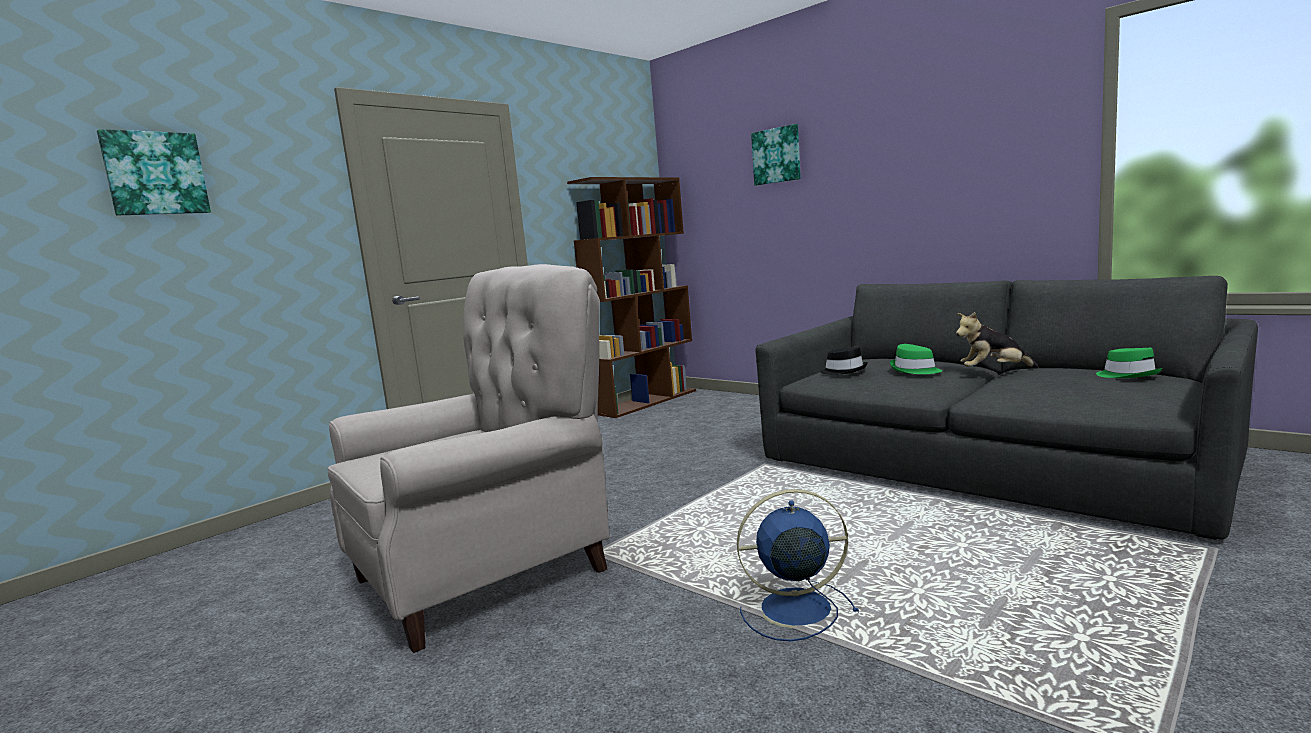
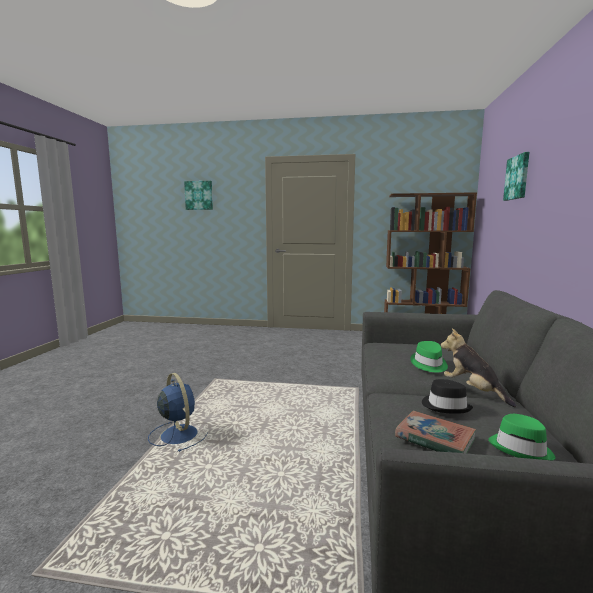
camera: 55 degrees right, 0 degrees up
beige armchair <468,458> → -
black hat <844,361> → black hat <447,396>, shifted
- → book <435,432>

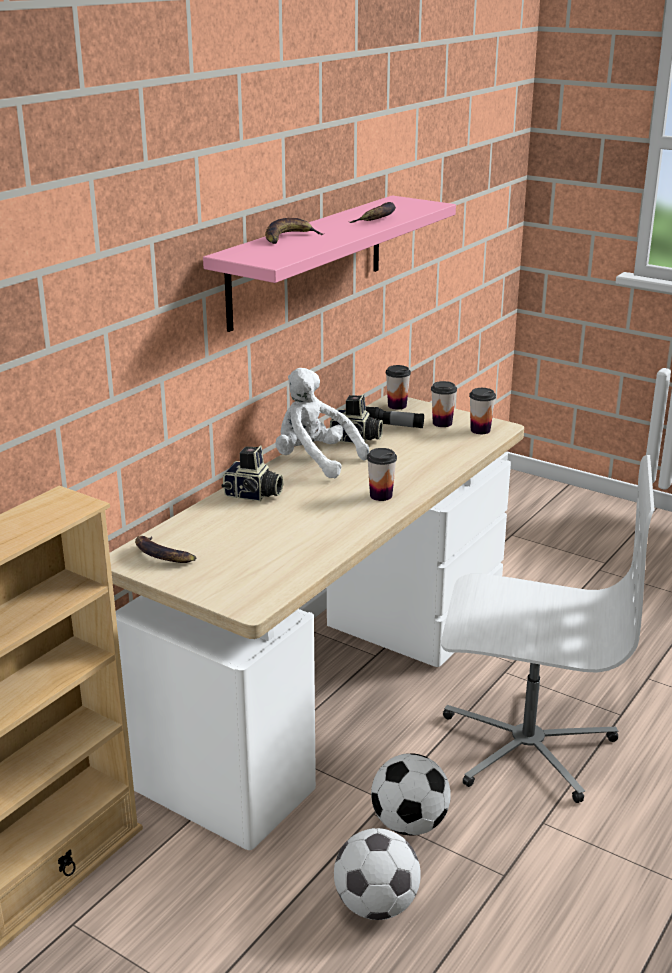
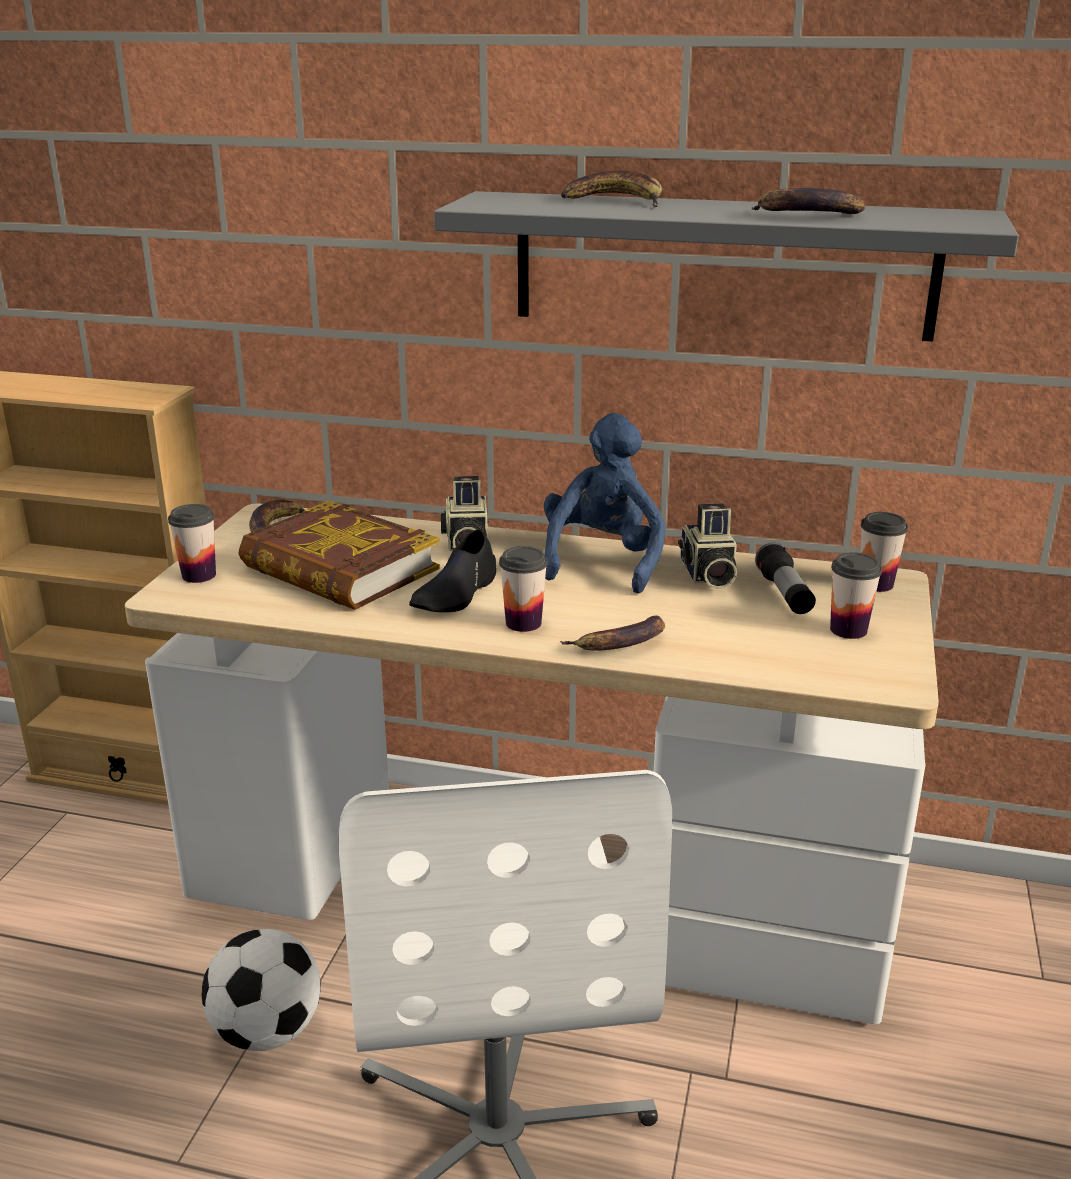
camera: 70 degrees right, 0 degrees up
pink shelf <329,263> → grey shelf <726,266>
white plush toy <322,423> → blue plush toy <604,503>
cup <482,411> → cup <192,543>, shifted
football <377,874> → -
- → book <339,555>
- → black shoe <452,570>
- → banana <612,633>

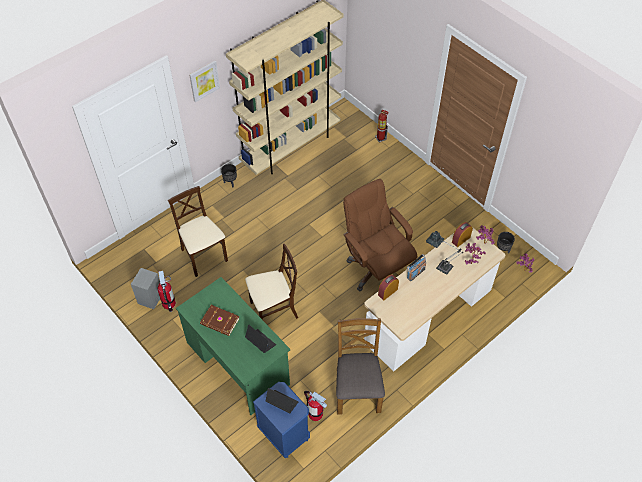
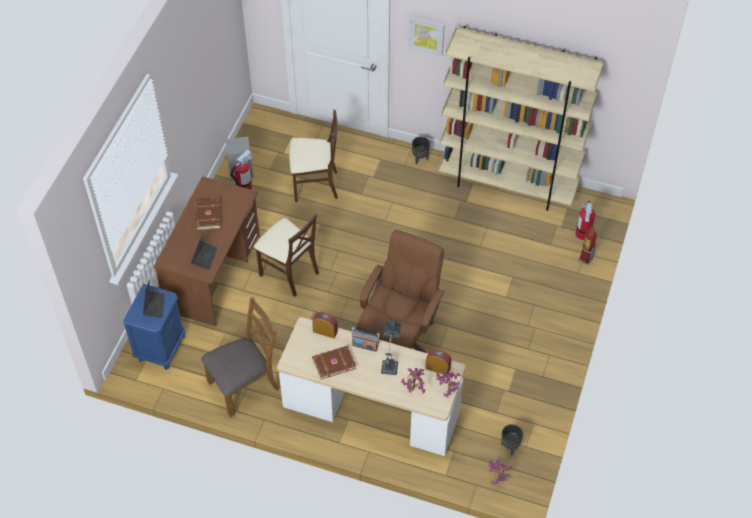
camera: 60 degrees right, 0 degrees up
beige chair <198,231> → beige chair <313,156>, 60 degrees clockwise
green desk <233,346> → brown desk <206,251>
fire extinguisher <315,406> → fire extinguisher <585,220>, shifted
- → brown book <334,363>

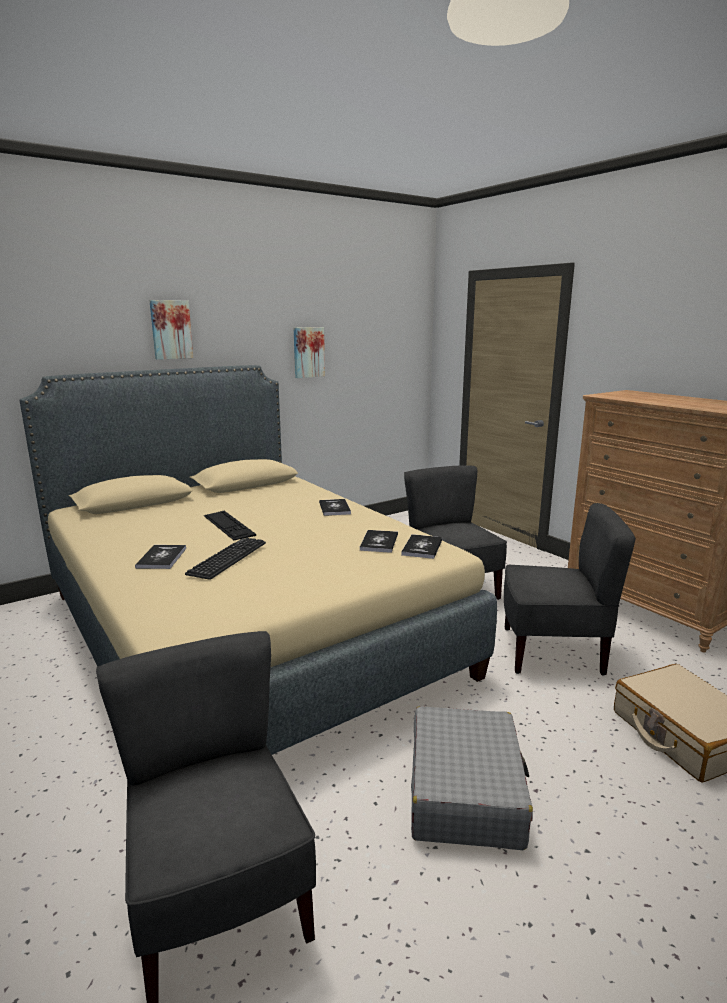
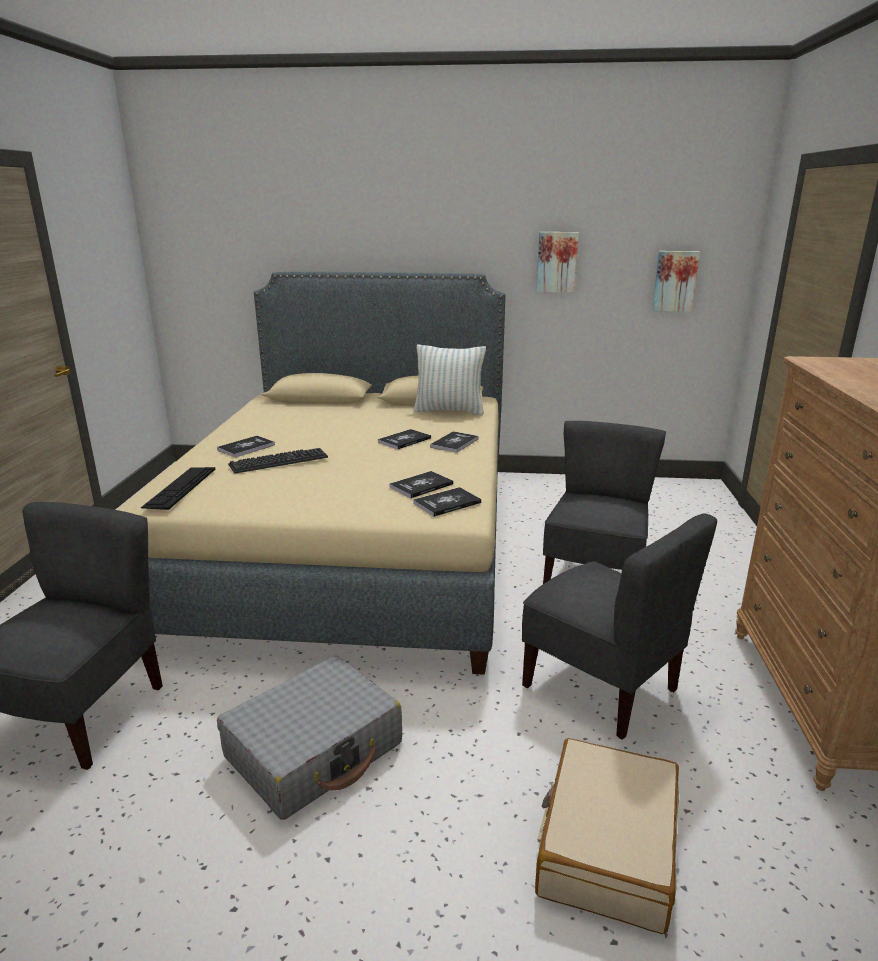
camera: 40 degrees right, 5 degrees up
picture <171,330> → picture <676,281>, shifted
keyboard <230,525> → keyboard <178,488>, shifted
- → pillow <450,380>
- → book <404,439>

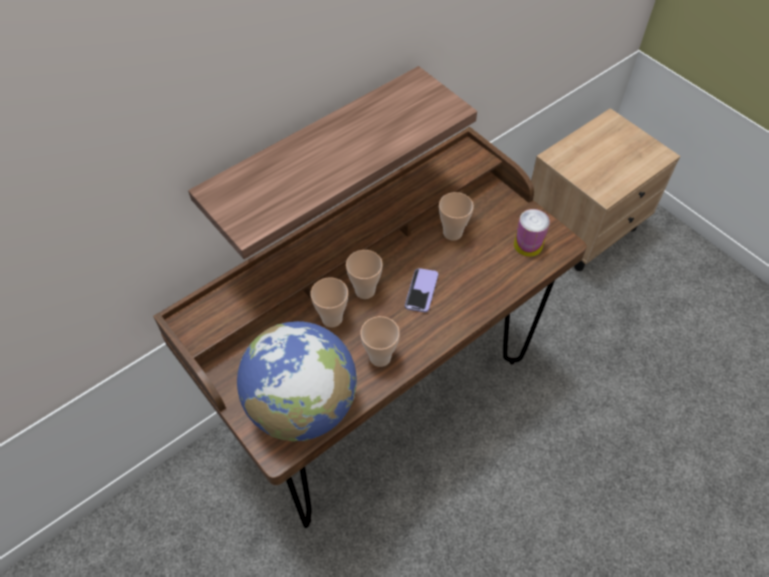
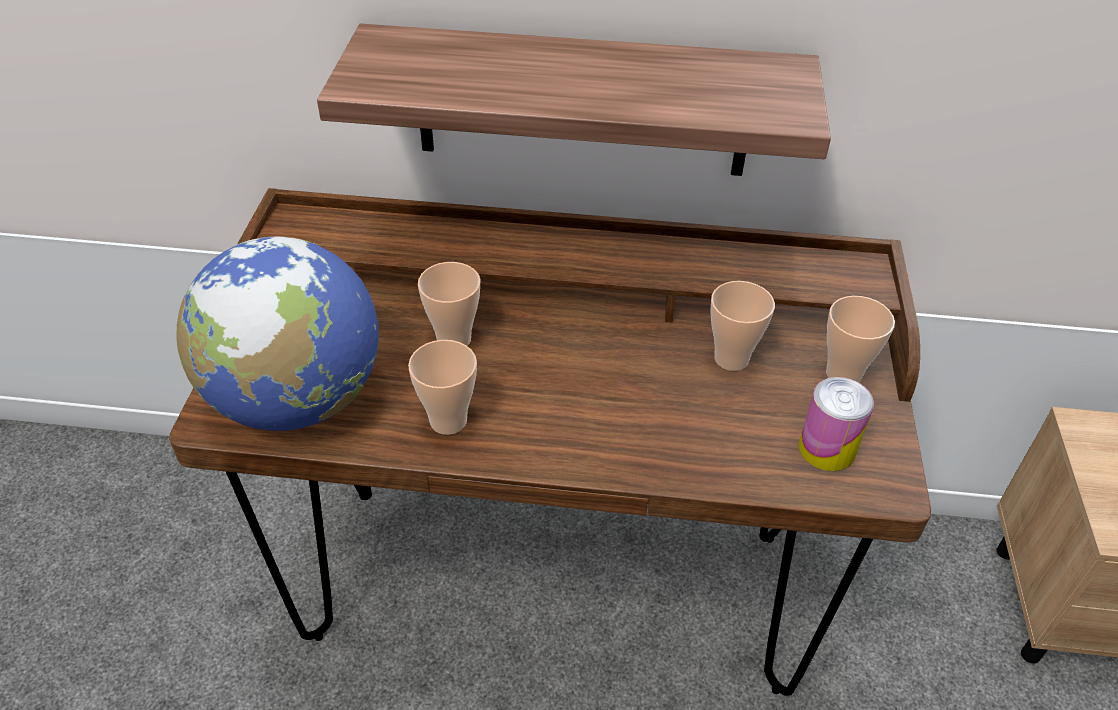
camera: 45 degrees right, 10 degrees down
cup <364,274> → cup <860,339>, shifted
phone <421,290> → -

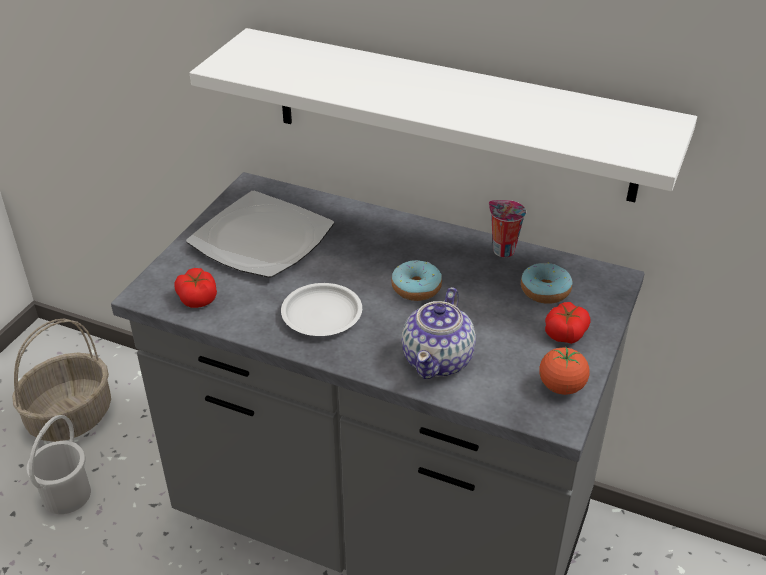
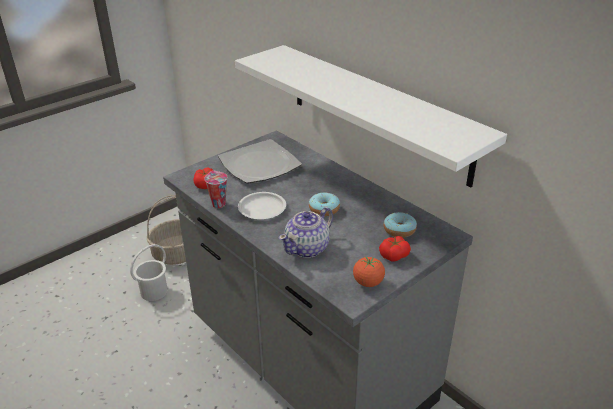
camera: 25 degrees right, 5 degrees down
cup <507,228> → cup <215,189>, shifted

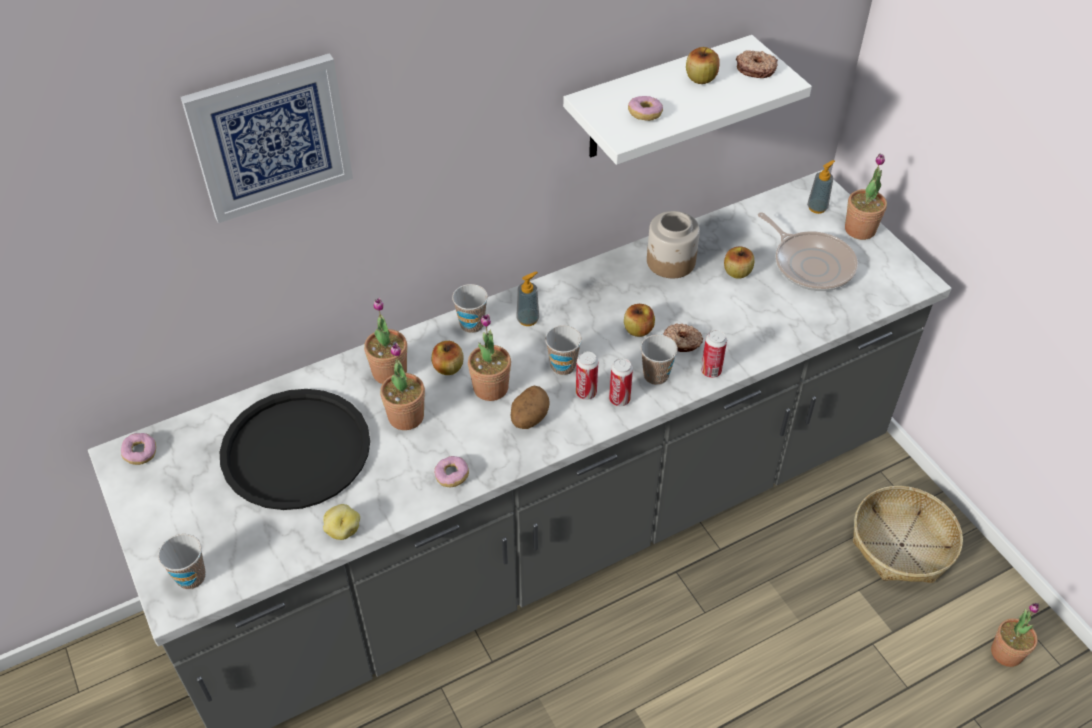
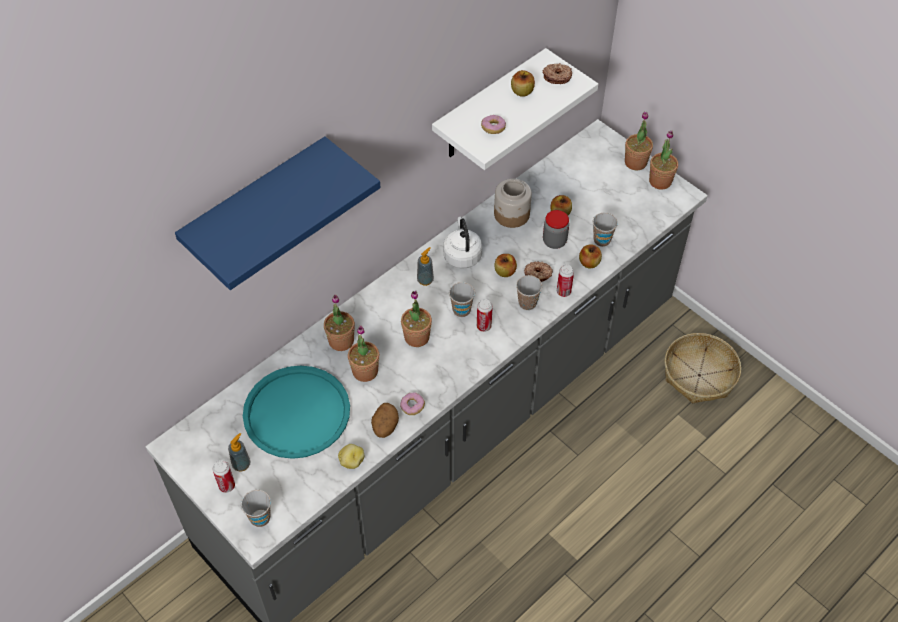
camera: 15 degrees left, 5 degrees up
picture <267,138> → blue shelf <278,213>
soap dispenser <821,187> → soap dispenser <239,452>, shifted
frying pan <808,251> → -
cup <470,308> → cup <605,229>, shifted
apple <448,358> → apple <590,256>, shifted
can <621,382> → can <224,476>, shifted
potato <530,407> → potato <385,420>, shifted
black tray <295,449> → turquoise tray <296,412>
donut <138,449> → -
potted plant <1015,635> → potted plant <663,160>, shifted
- → jar <556,229>
- → white kettle <462,242>

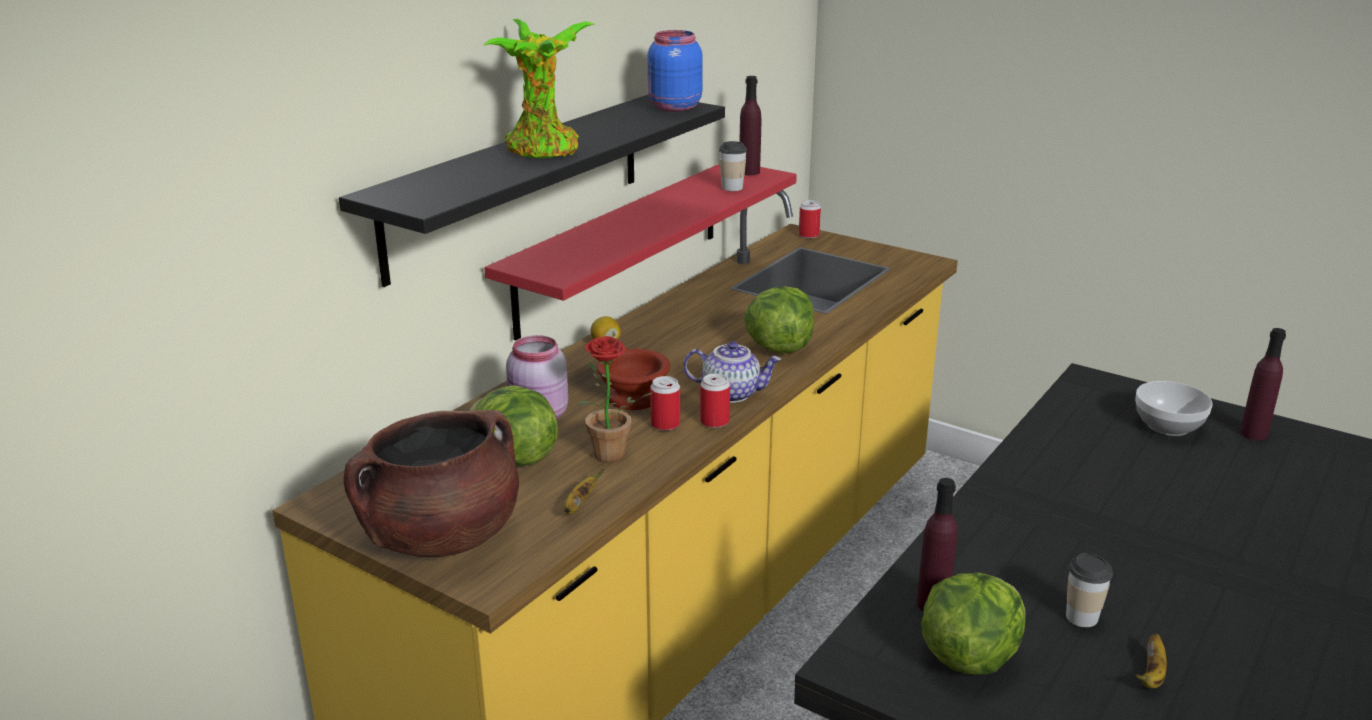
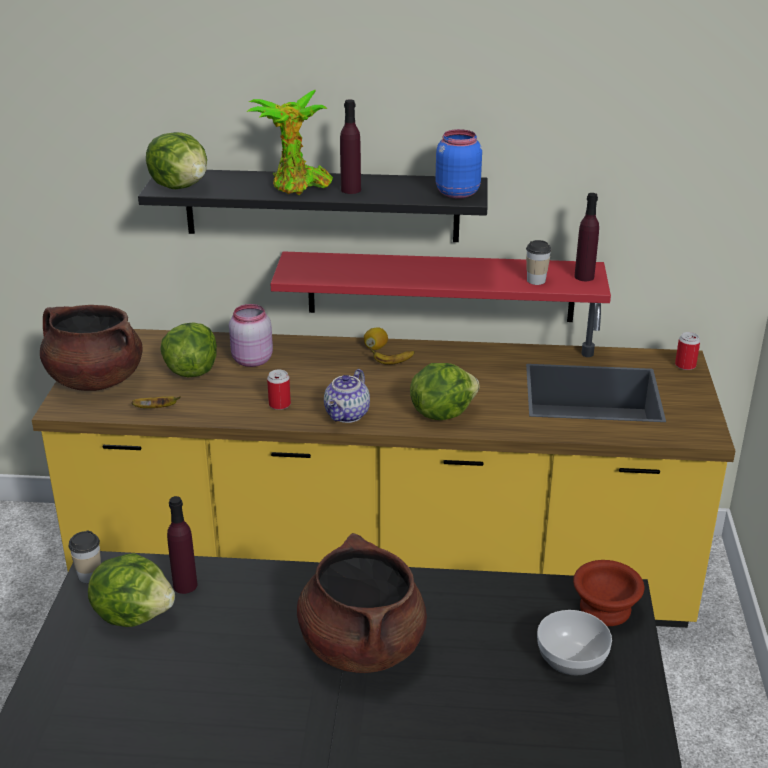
camera: 60 degrees right, 5 degrees up
purple bottle <1263,384> → purple bottle <350,147>, shifted
potted plant <615,399> → -
teapot <732,372> → teapot <347,396>, 45 degrees clockwise
brown bowl <633,379> → brown bowl <608,593>, shifted
can <715,401> → -
cup <1089,590> → cup <85,557>, shifted
banana <1151,661> → banana <392,356>, shifted
- → lettuce <176,160>
- → brown cooking pot <362,603>

